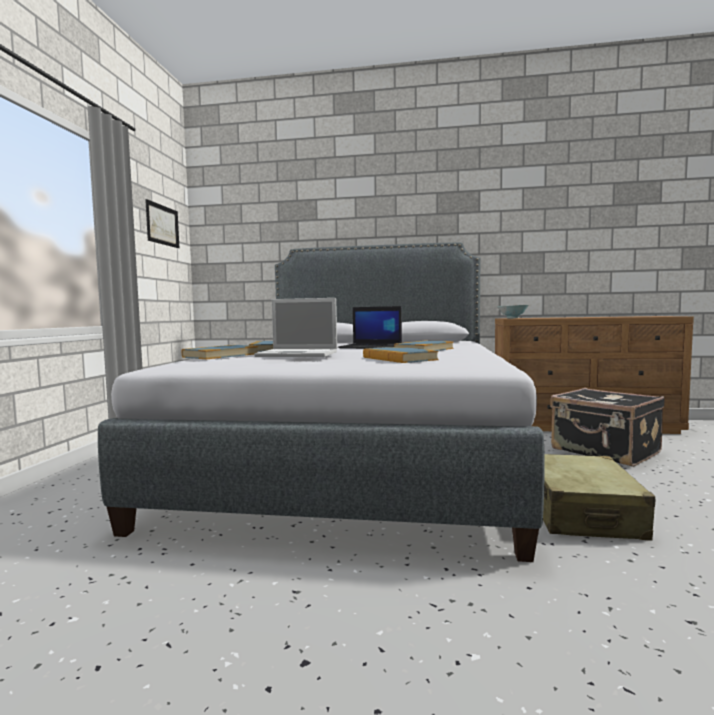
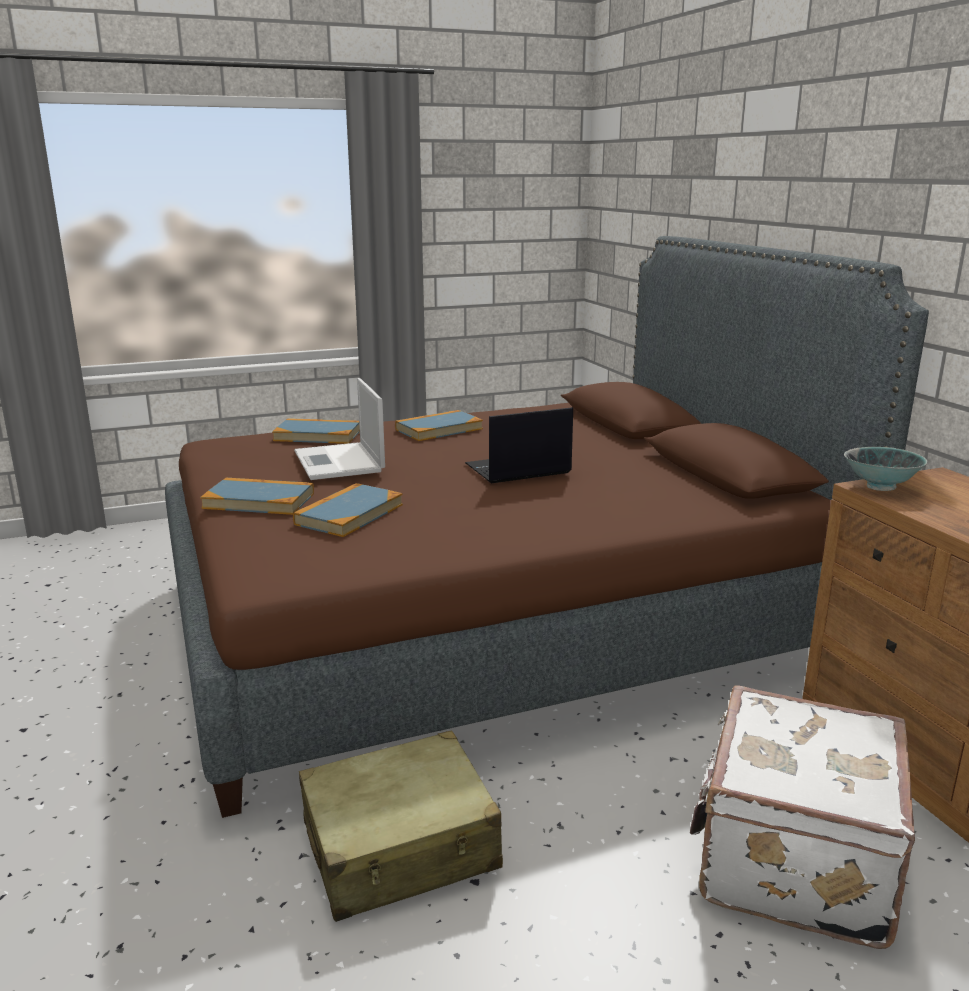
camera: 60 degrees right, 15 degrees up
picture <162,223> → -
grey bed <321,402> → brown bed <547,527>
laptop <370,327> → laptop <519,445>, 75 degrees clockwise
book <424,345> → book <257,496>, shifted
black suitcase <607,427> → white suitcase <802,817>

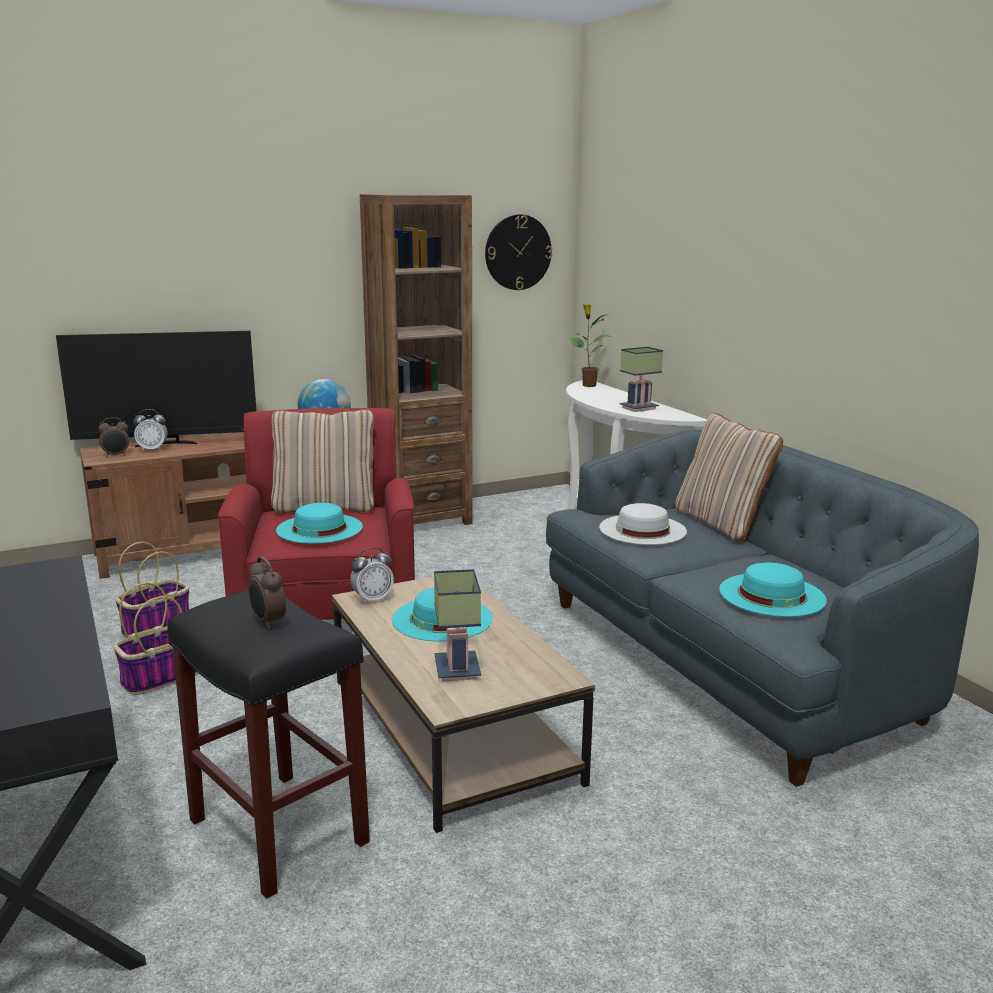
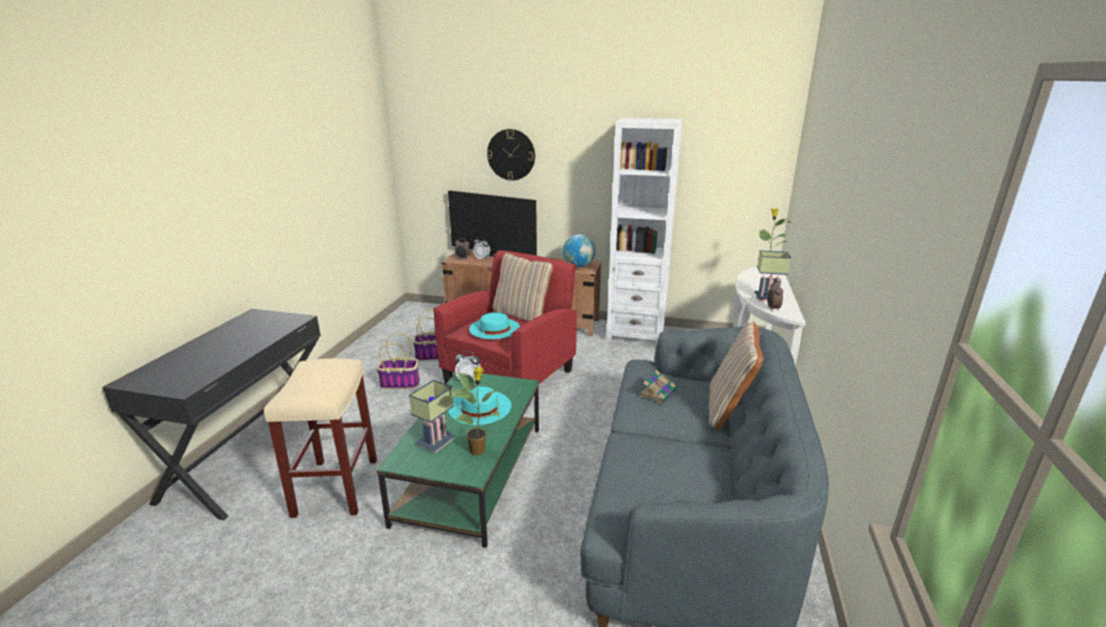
camera: 40 degrees right, 5 degrees up
brown bookcase <416,359> → white bookcase <644,229>
wall clock <518,252> → wall clock <511,155>, shifted
white hat <643,524> → book <658,387>
alarm clock <267,593> → alarm clock <775,295>, shifted
turquoise hat <773,589> → -
brown coffee table <463,704> → green coffee table <457,460>
black stool <268,745> → beige stool <320,438>
- → potted plant <475,411>

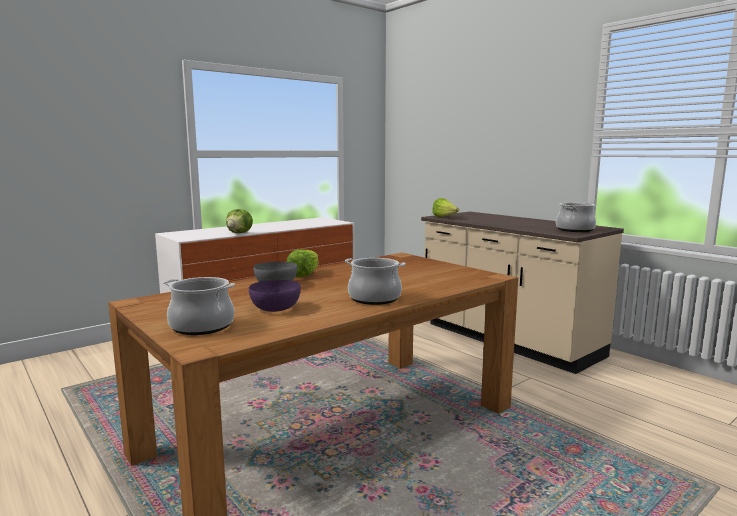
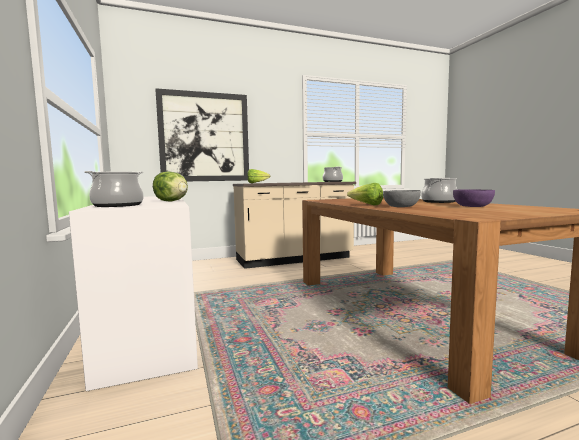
camera: 70 degrees left, 5 degrees down
cooking pot <199,306> → cooking pot <114,189>, shifted
- → picture <202,134>

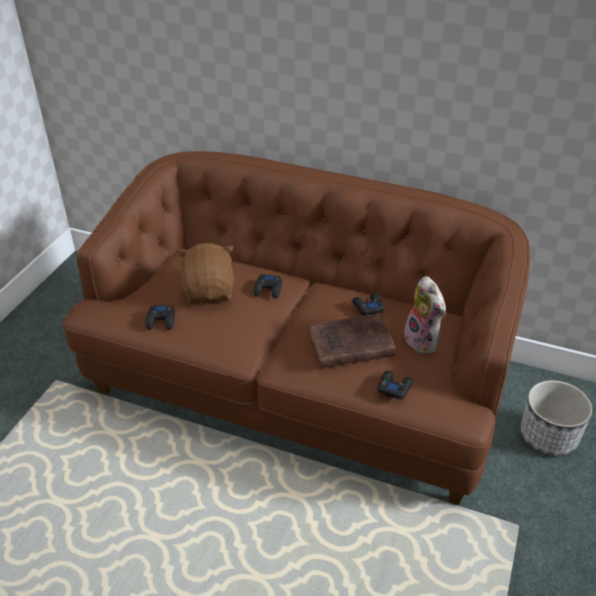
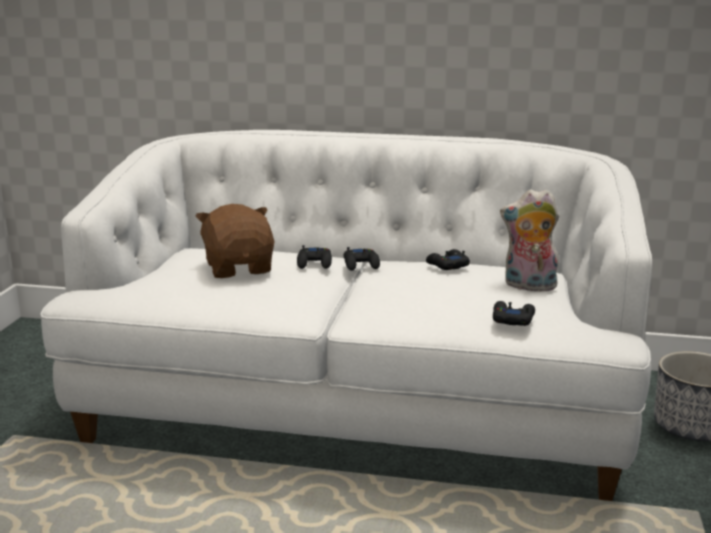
camera: 10 degrees left, 20 degrees down
brown sofa <296,328> → white sofa <346,315>
plush toy <425,315> → plush toy <530,240>, 135 degrees clockwise
black game controller <160,317> → black game controller <362,259>, shifted
brown book <352,341> → -

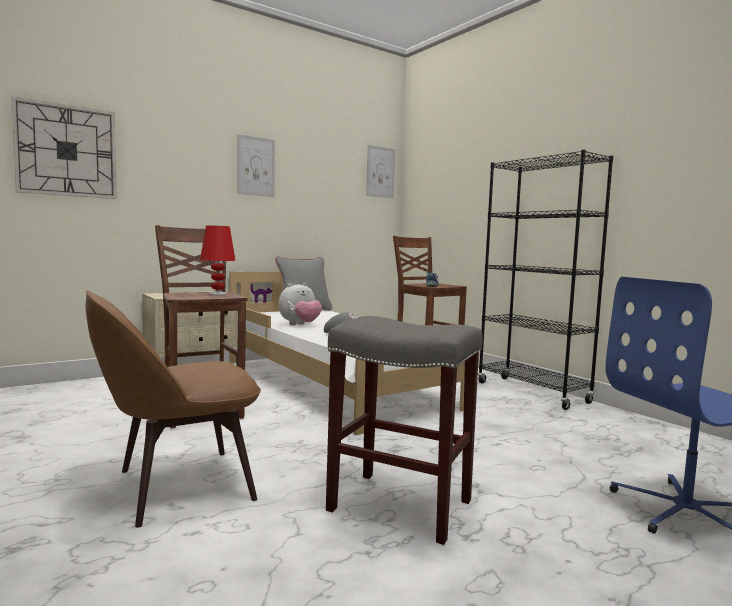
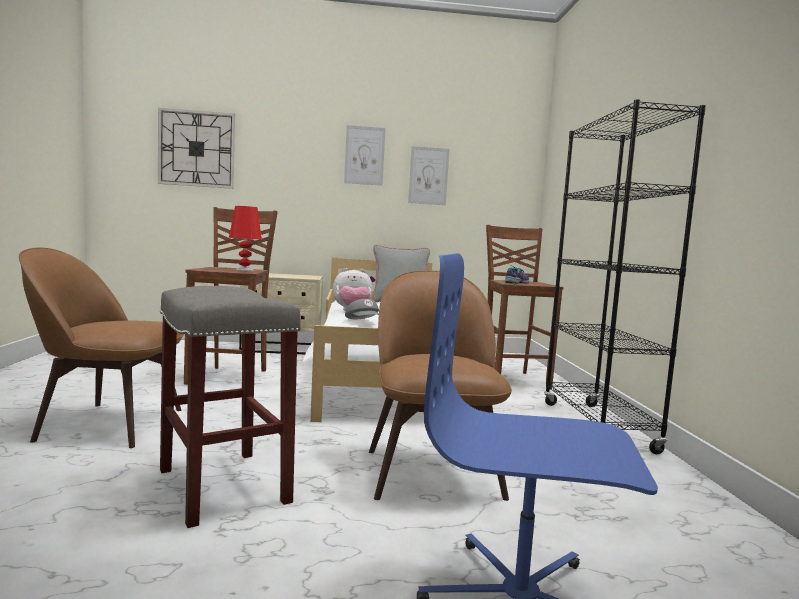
camera: 30 degrees right, 0 degrees up
picture <380,171> → picture <429,175>, shifted
- → brown chair <440,385>

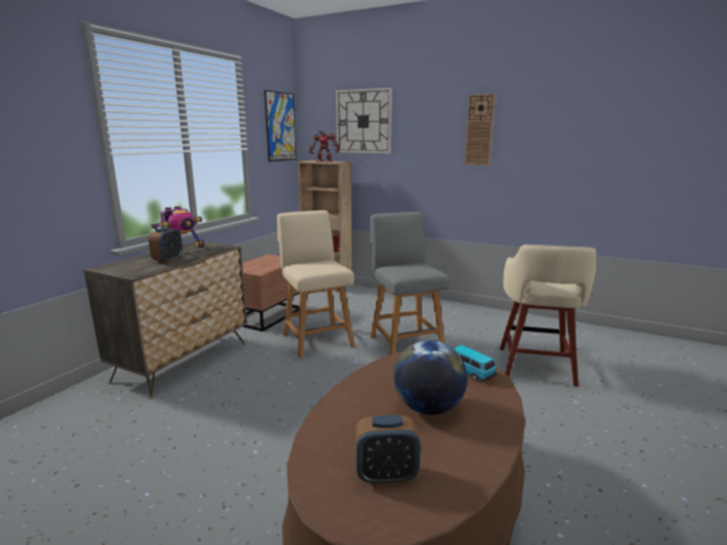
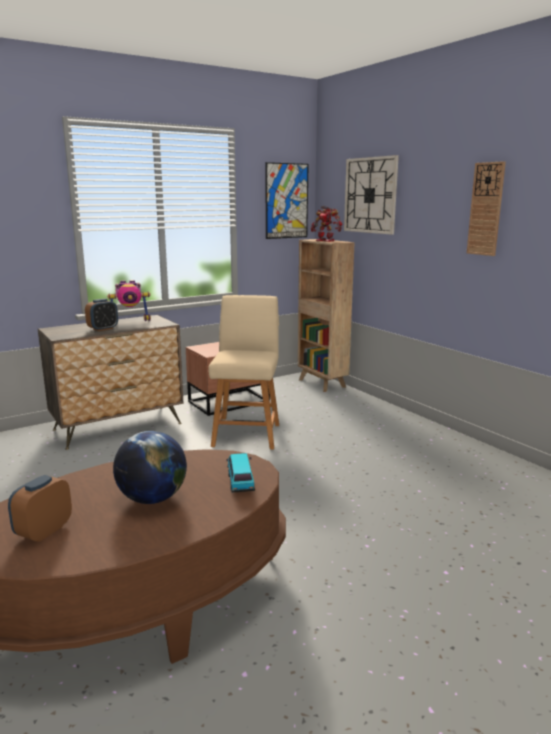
camera: 30 degrees right, 0 degrees up
grey chair <410,283> → -
beige stool <548,316> → -
alarm clock <388,450> → alarm clock <40,508>, 90 degrees clockwise

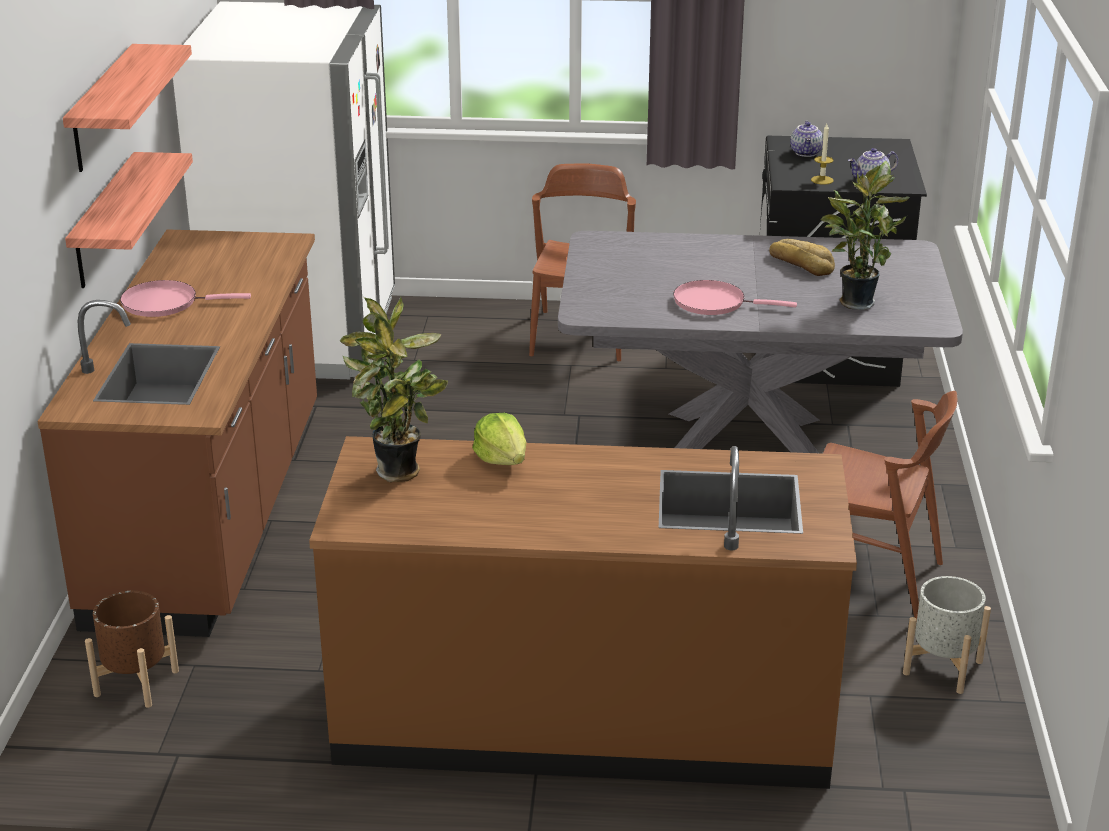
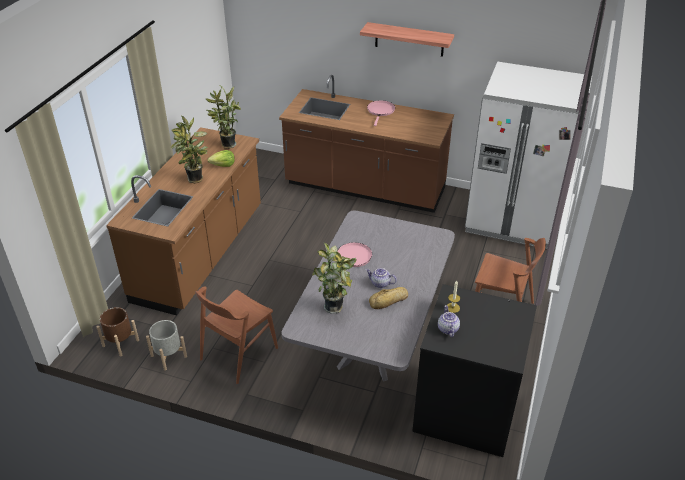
camera: 105 degrees right, 10 degrees up
teapot <806,139> → teapot <381,278>, shifted
shelf <129,220> → -
brown planter <132,649> → brown planter <118,332>, shifted
- → potted plant <189,149>

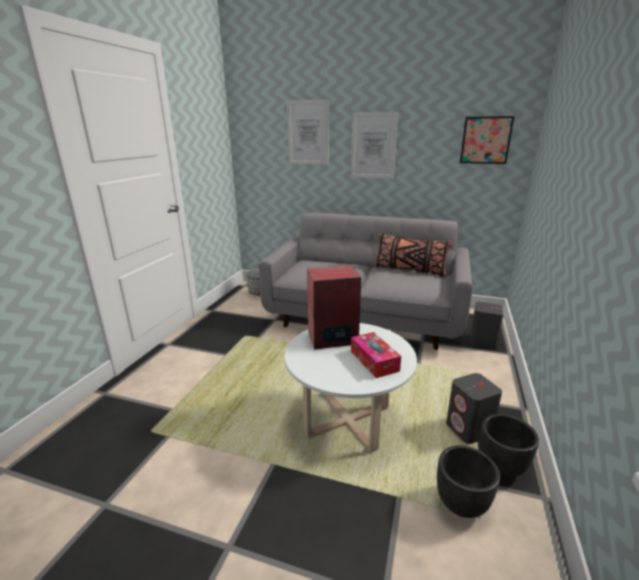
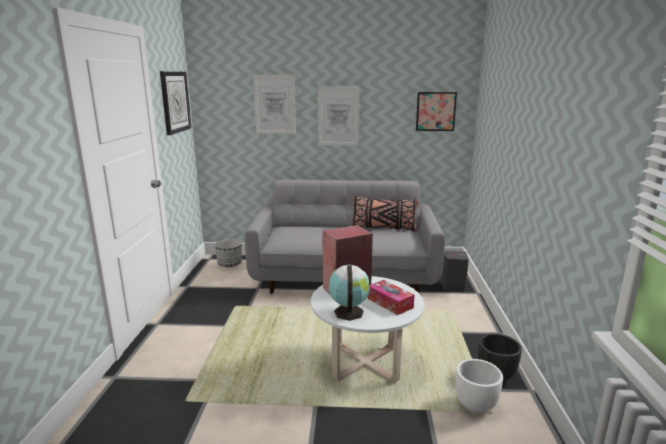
camera: 15 degrees left, 5 degrees down
grey speaker <474,408> → -
black planter <468,481> → white planter <479,386>
- → wall clock <176,103>
- → globe <349,293>

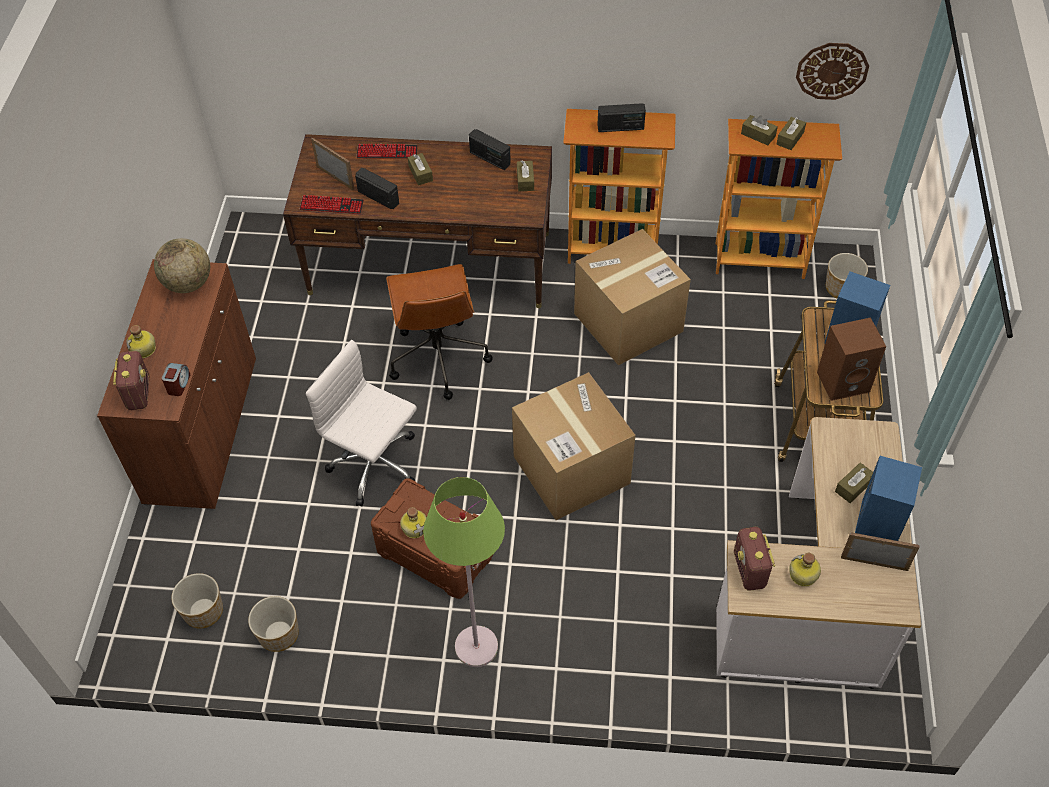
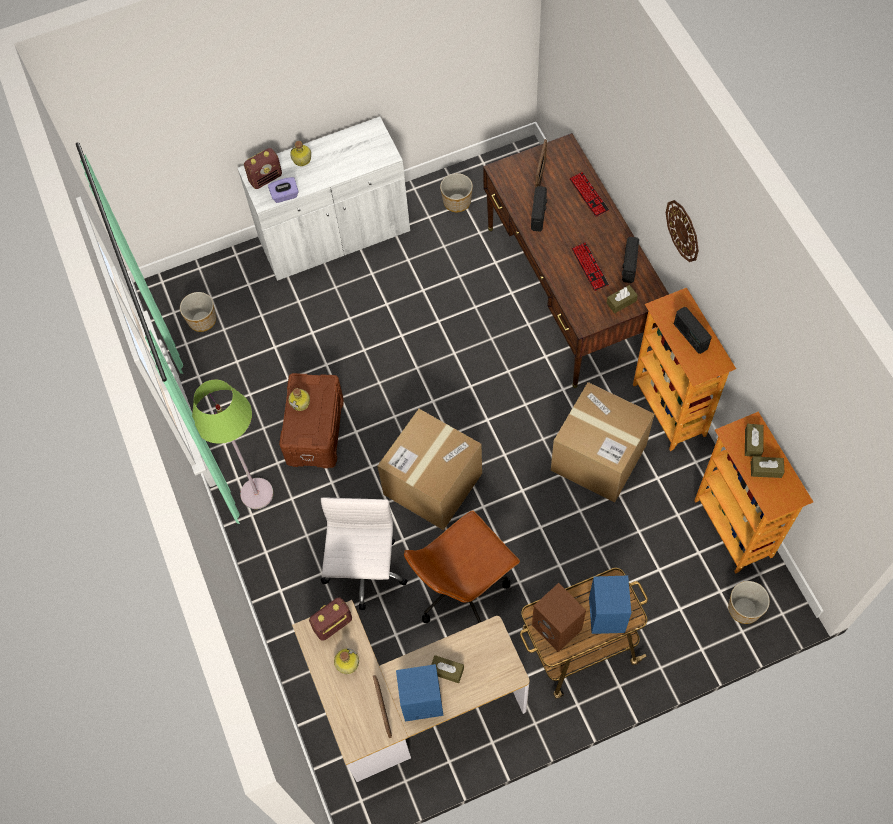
camera: 65 degrees right, 10 degrees up
wall clock <832,71> → wall clock <682,231>, shifted
brown tissue box <420,169> → -
keyboard <332,204> → keyboard <590,267>, shifted
globe <182,265> → -
brown cabinet <176,384> → white cabinet <324,199>
brown office chair <439,332> → brown office chair <462,566>, shifted
white office chair <361,423> → white office chair <364,554>, shifted
alarm clock <176,379> → purple tissue box <283,190>
planter <273,624> → planter <456,192>, shifted

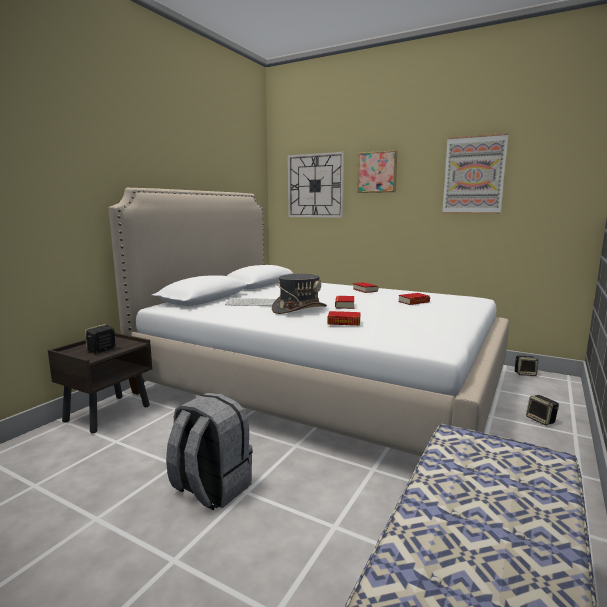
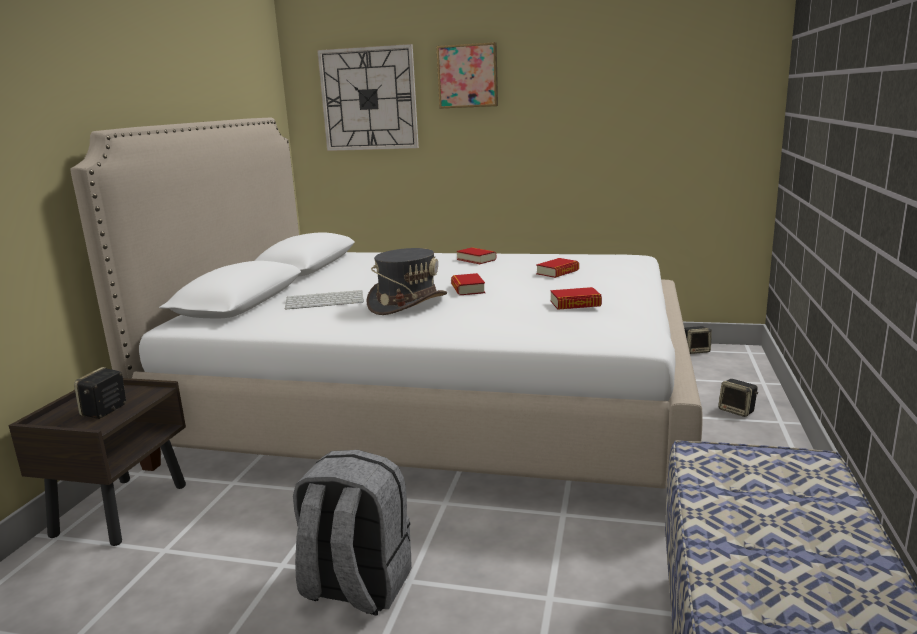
camera: 15 degrees left, 5 degrees up
picture <475,173> → -
book <344,318> → book <576,298>, shifted

